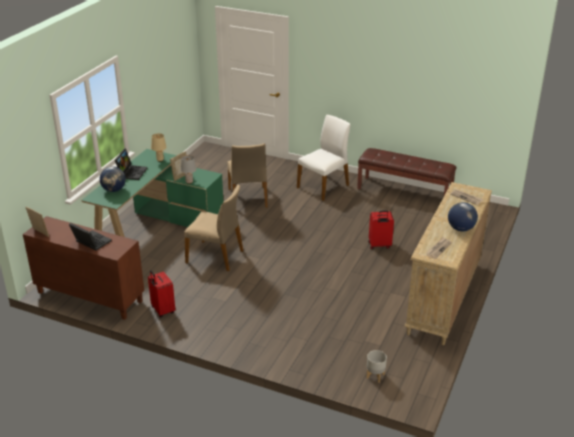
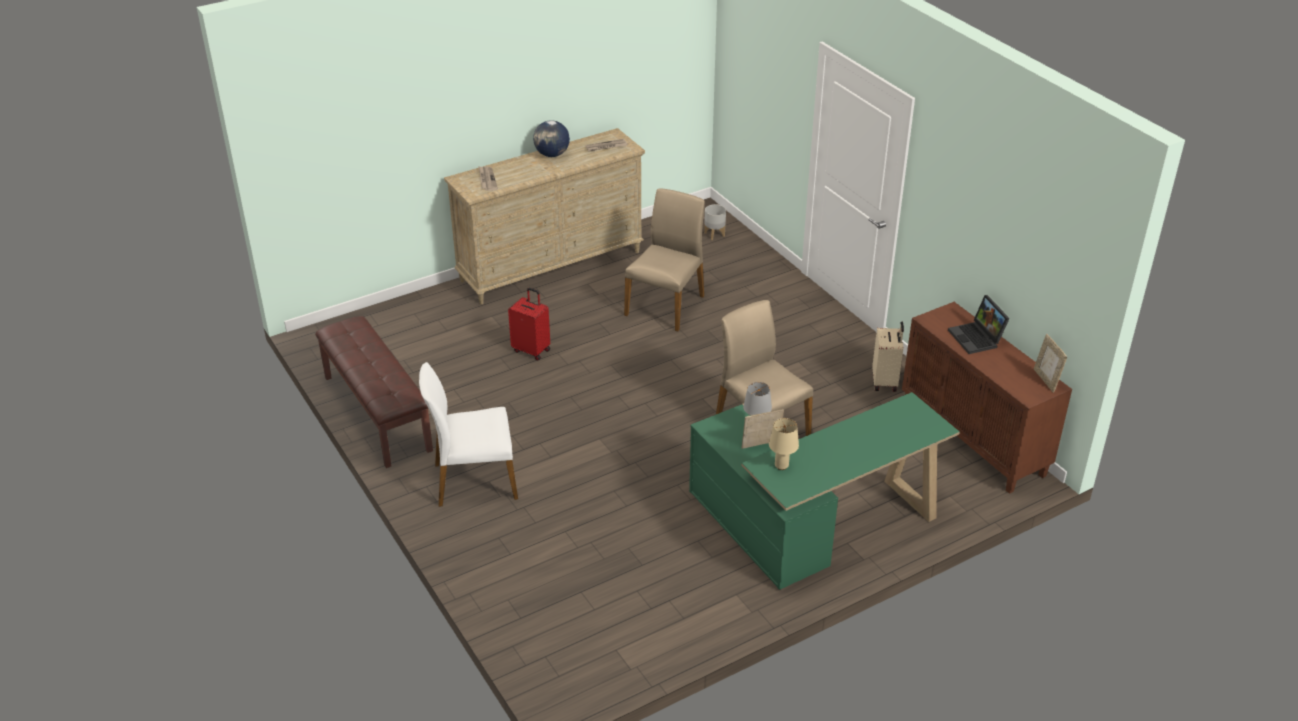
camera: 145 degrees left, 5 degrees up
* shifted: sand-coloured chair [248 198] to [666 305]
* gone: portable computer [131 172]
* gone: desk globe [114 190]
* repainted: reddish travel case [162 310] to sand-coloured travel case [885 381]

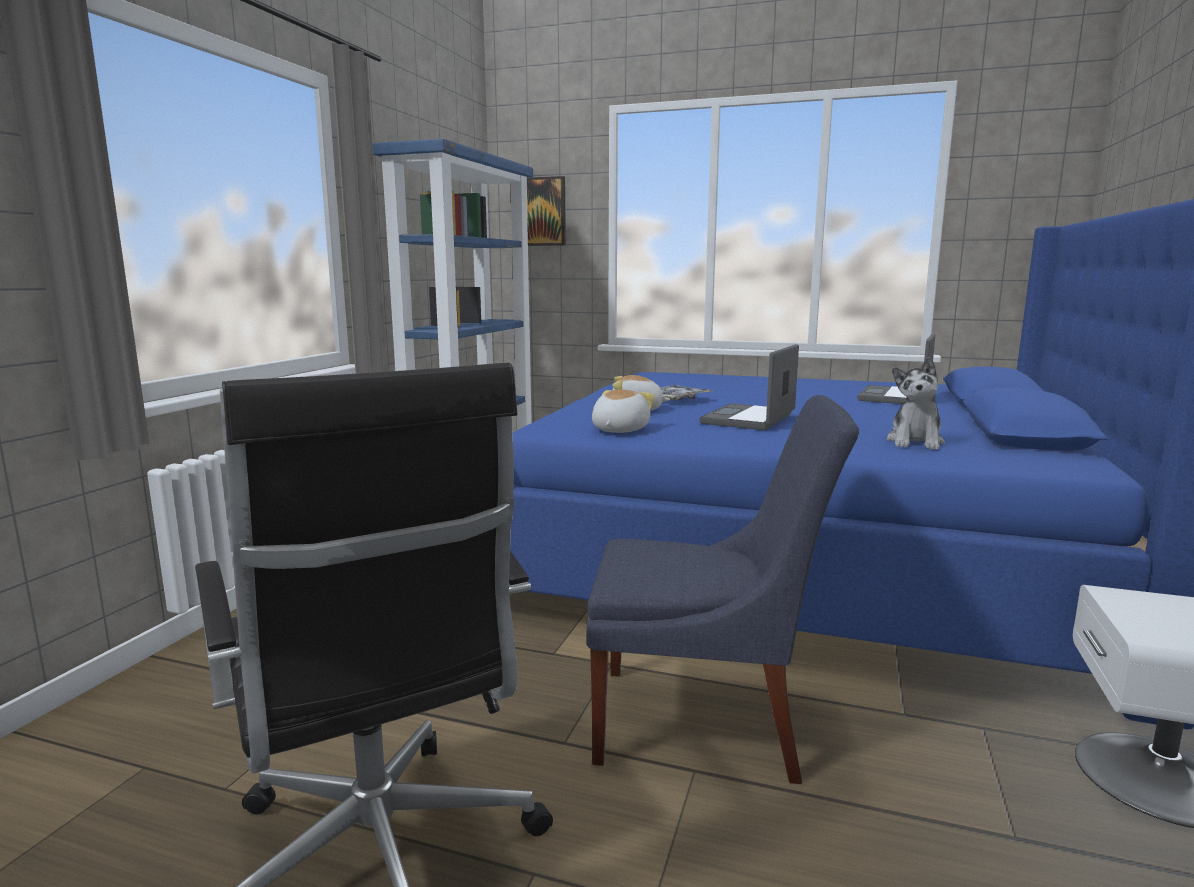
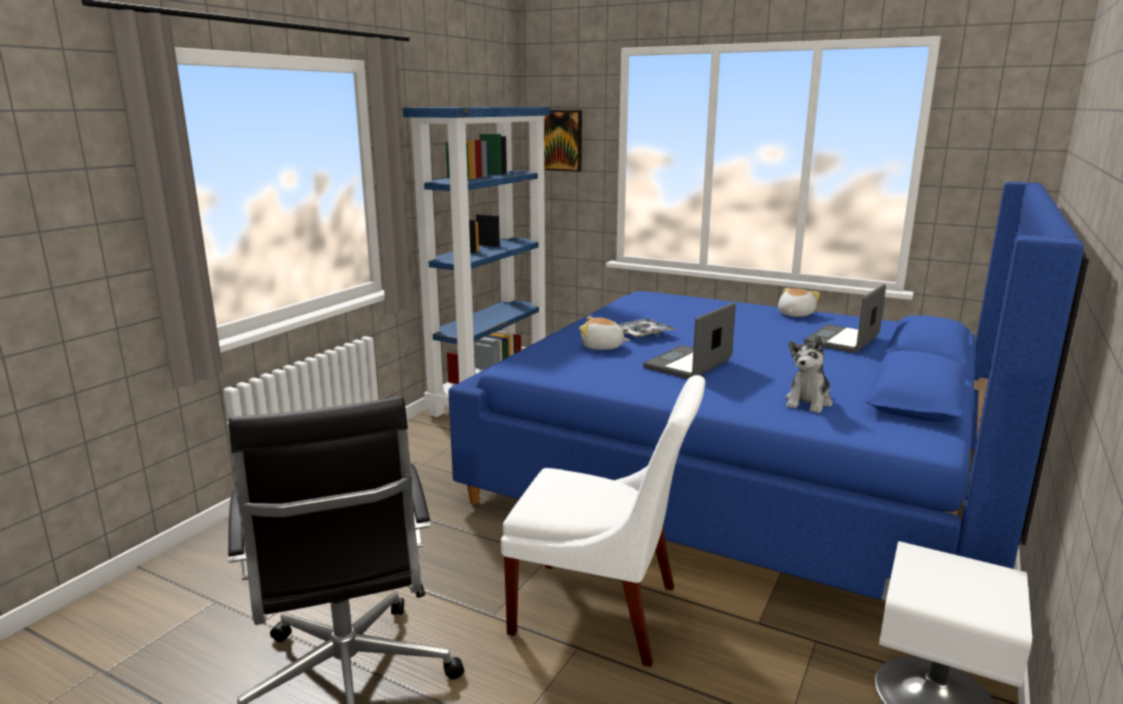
camera: 10 degrees right, 5 degrees up
* shifted: plush toy [618 430] to [794 314]
* repainted: blue-coloured chair [707 722] to white-coloured chair [602 612]

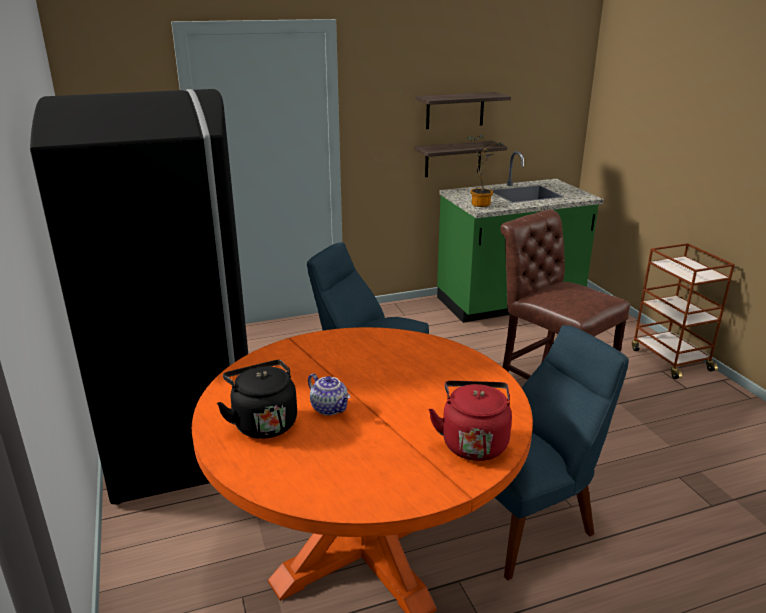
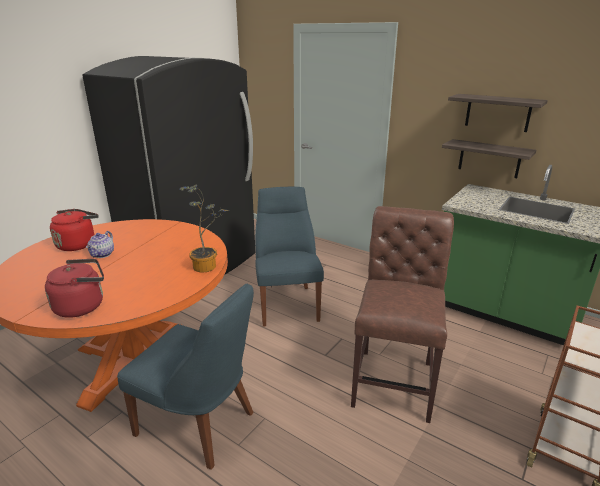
camera: 55 degrees right, 0 degrees up
* shifted: houseplant [481 203] to [208 266]
* repainted: blackish tea kettle [263 422] to reddish tea kettle [78 244]

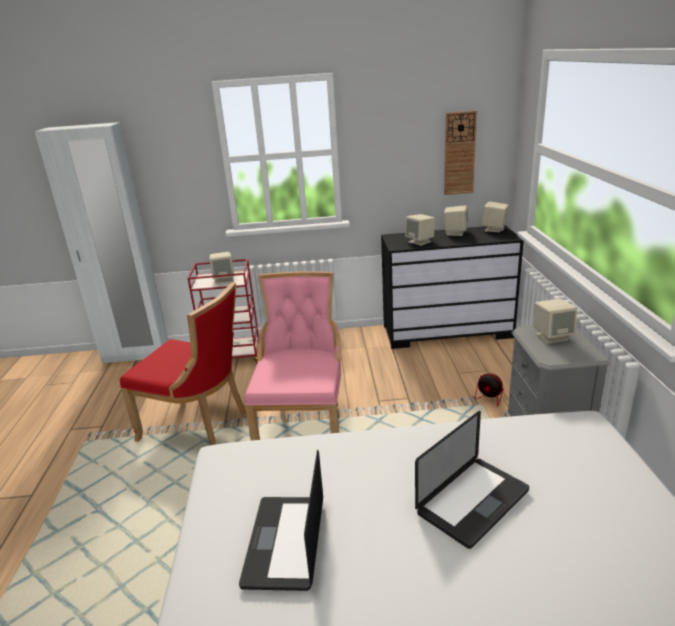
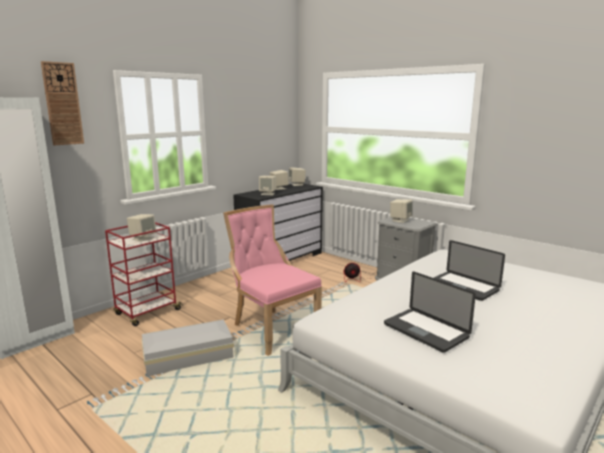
camera: 45 degrees left, 10 degrees down
* shifted: wall clock [459 153] to [62 104]
* swapped: reddish chair [199 425] to white-coloured storage box [190 356]
* rotated: portable computer [473 502] = [463 287] 135 degrees clockwise

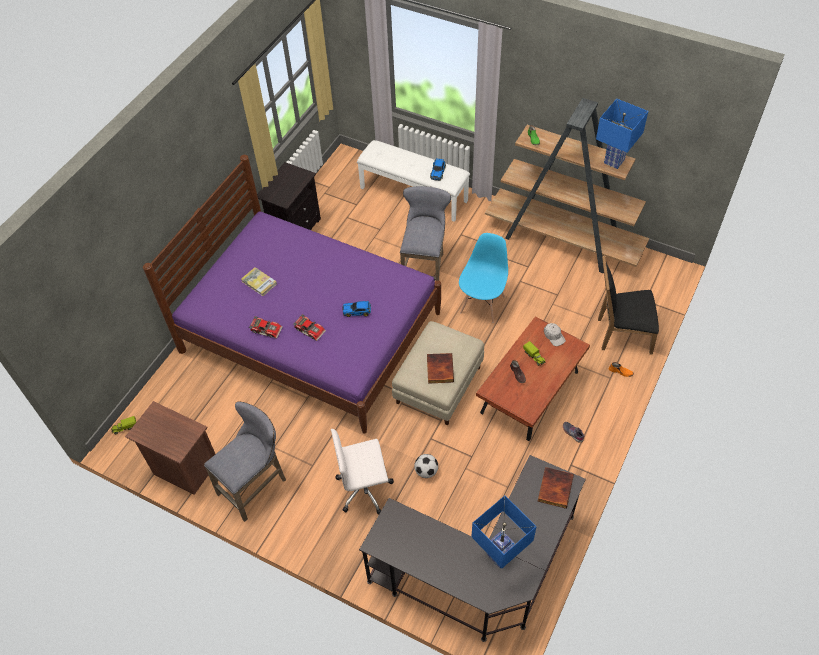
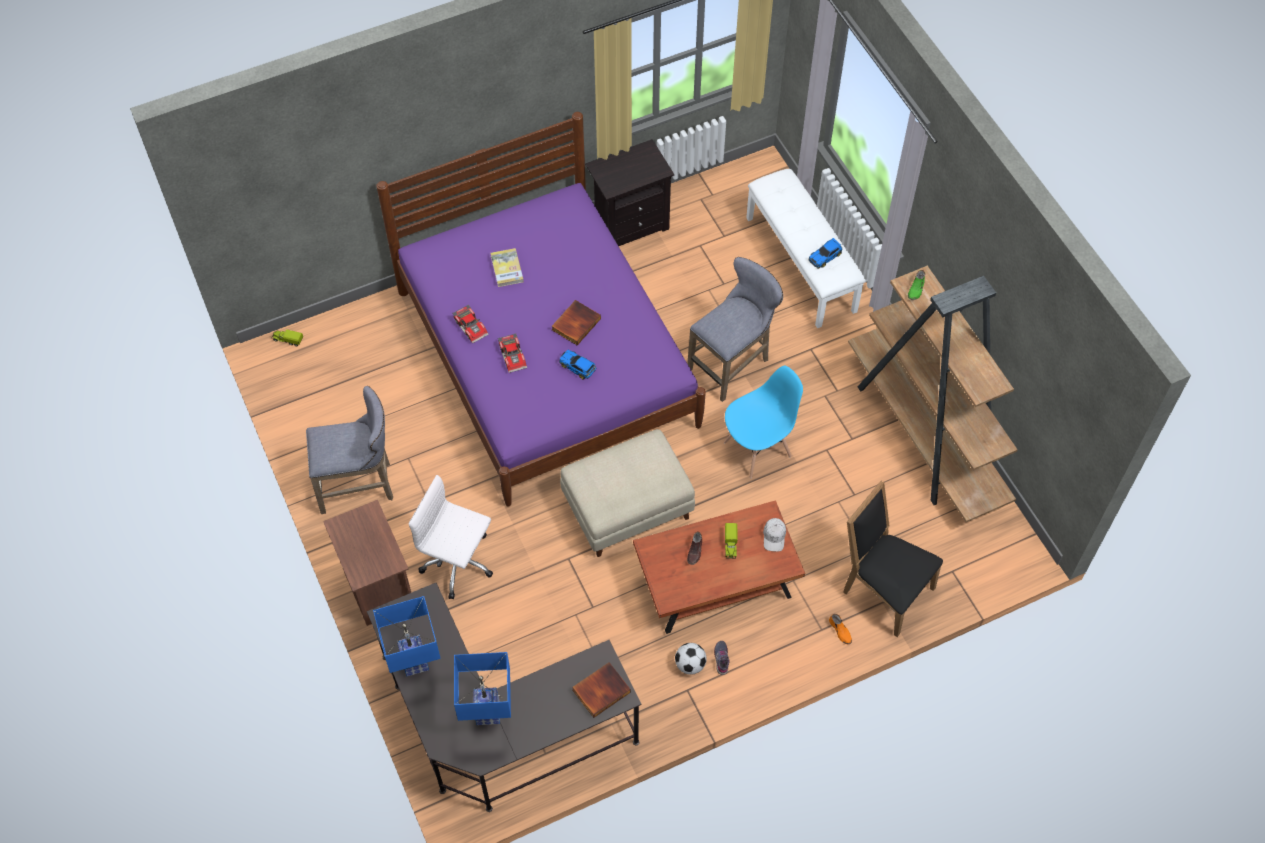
camera: 35 degrees right, 5 degrees up
* shifted: blue-coloured tabletop lamp [614 161] to [415 663]
* shifted: bound book [439 369] to [575 323]
* shifted: brown nightstand [184 469] to [378 589]
* shifted: football ball [426 471] to [690 664]

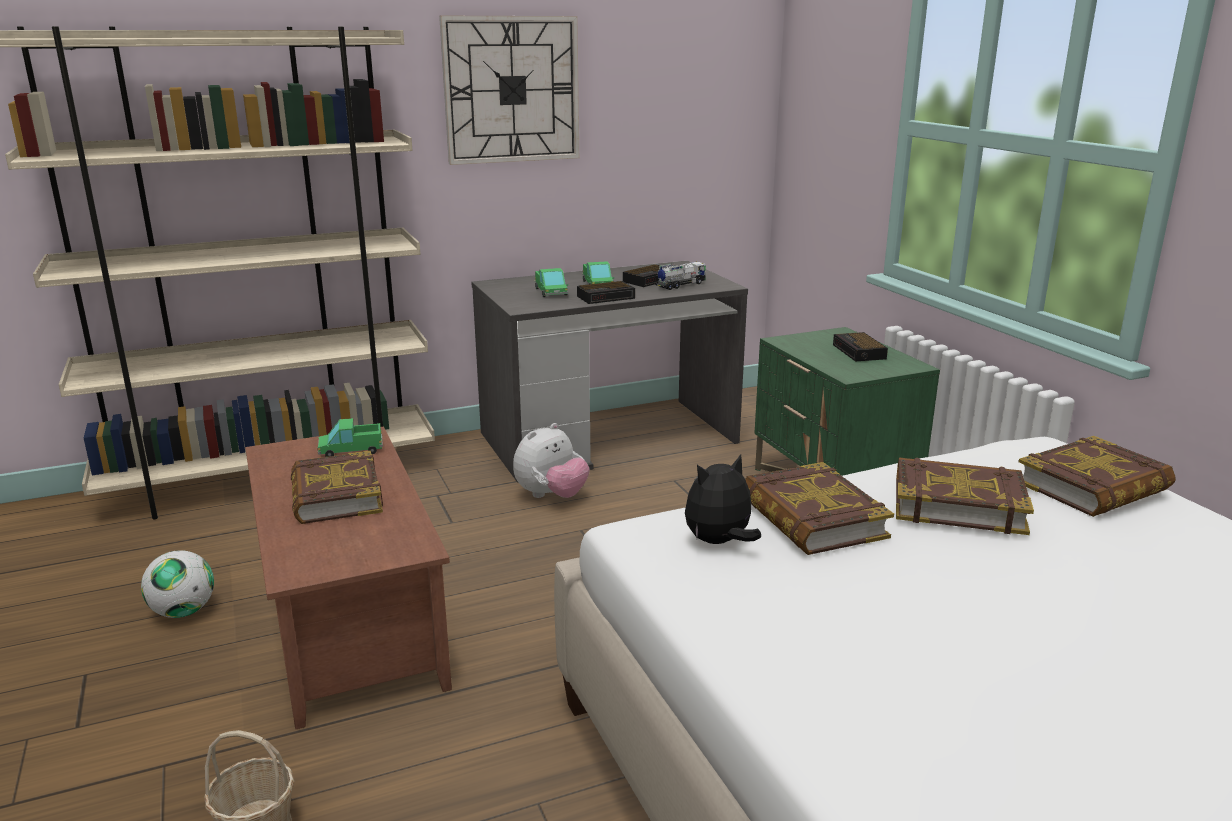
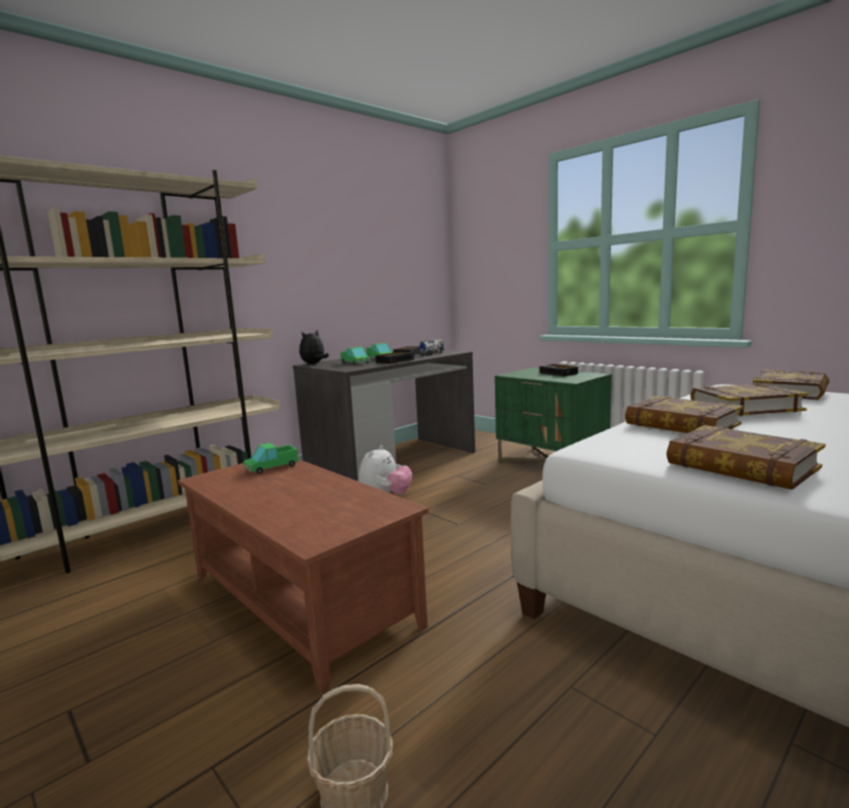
camera: 20 degrees left, 10 degrees down
* gone: wall clock [511 90]
* shifted: bound book [336 496] to [741 466]
* shifted: plush toy [719 542] to [314 364]
* gone: football ball [183 612]

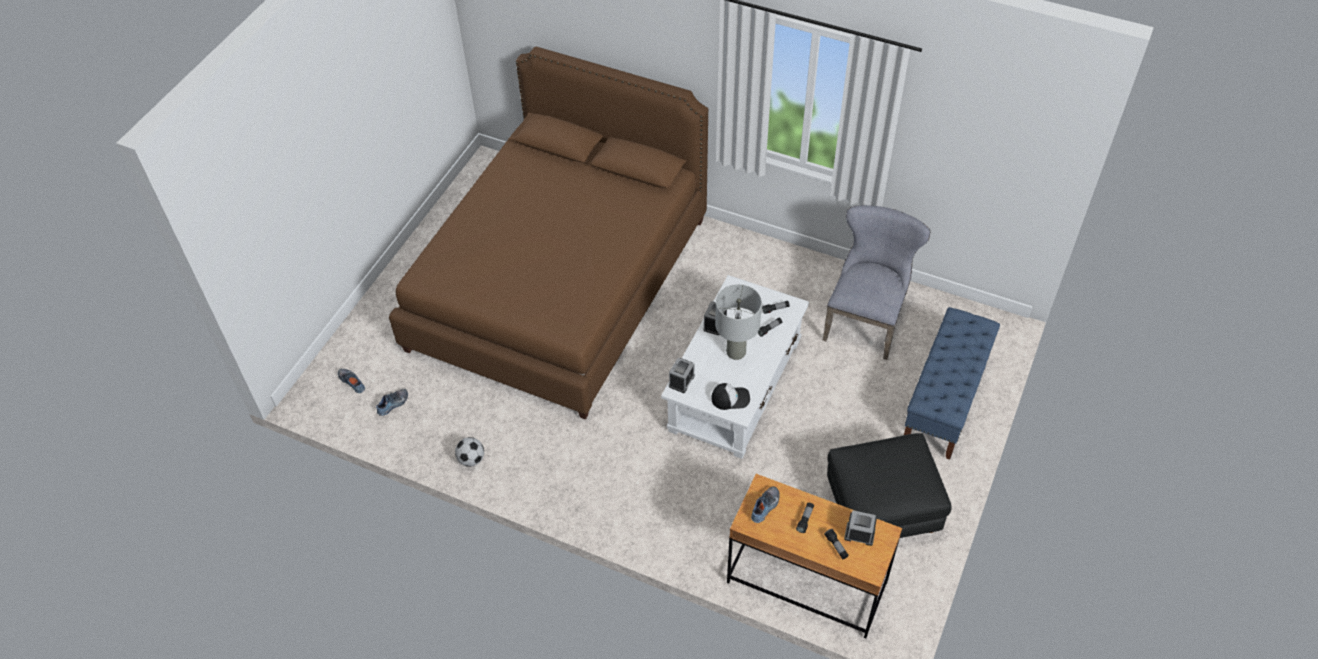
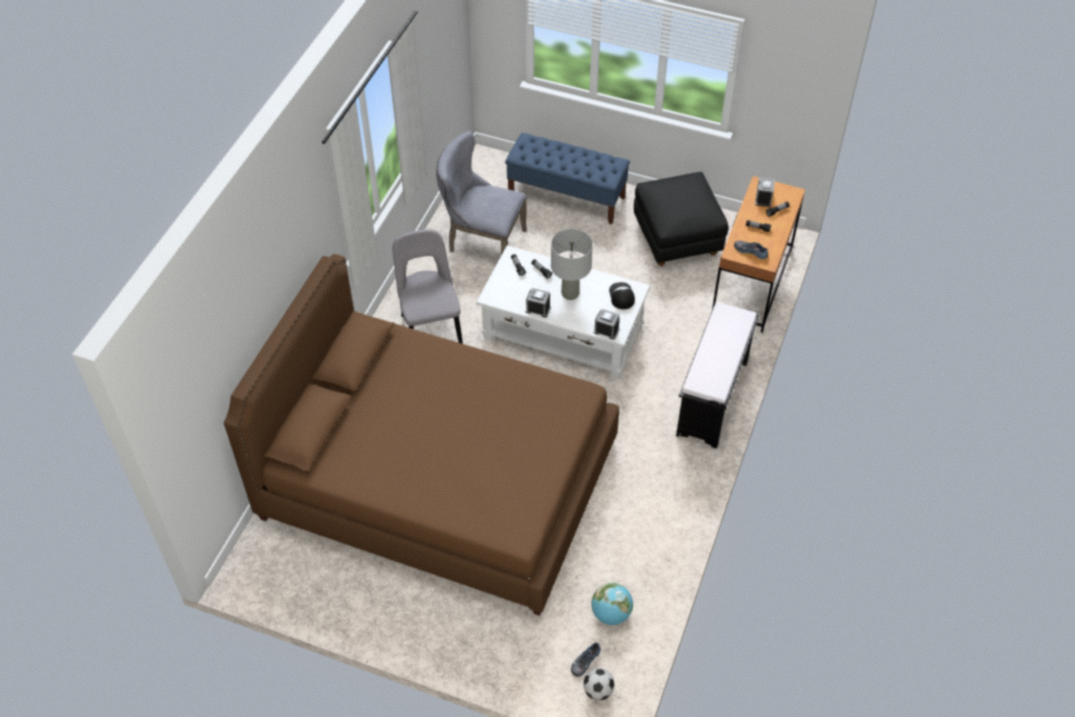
camera: 95 degrees left, 0 degrees up
* swapped: item of footwear [393 404] to desk globe [611 614]
* shifted: football ball [471 459] to [598 691]
* new: greyish chair [430 331]
* new: blackish bench [712 399]

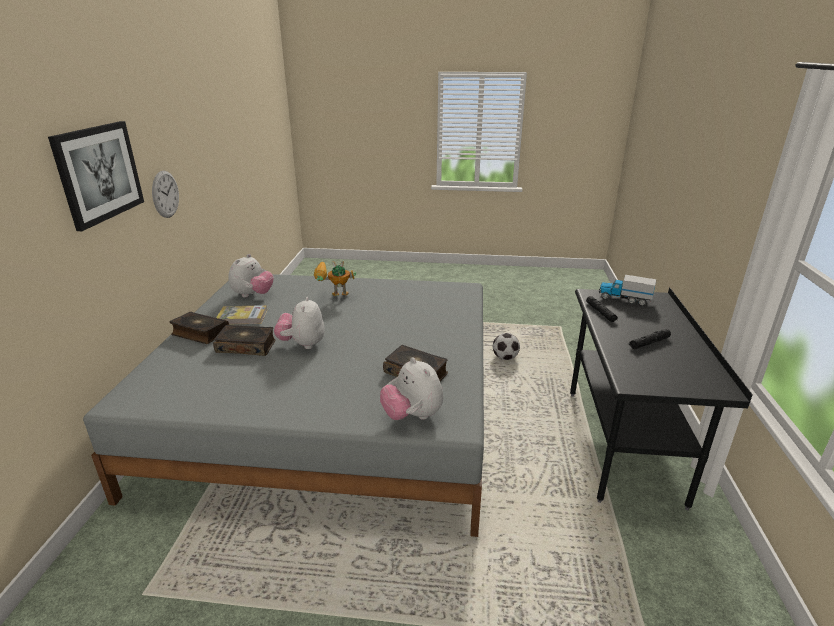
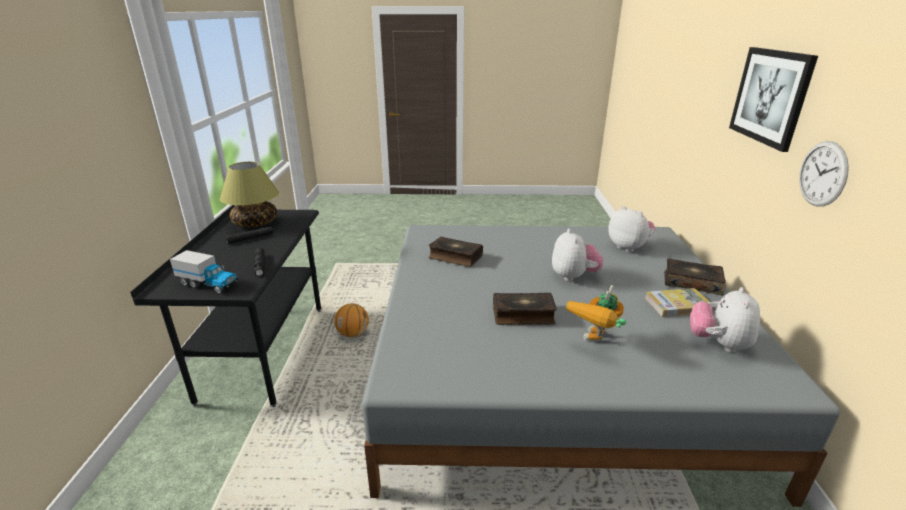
camera: 175 degrees right, 0 degrees up
* rotated: toy robot [333 298] = [595 343] 135 degrees clockwise
* shifted: bound book [246 346] to [523 315]
* gone: football ball [505 358]
* shifted: plush toy [412 416] to [628 247]
* new: tabletop lamp [256 223]
* new: ball for basketball [353 333]

